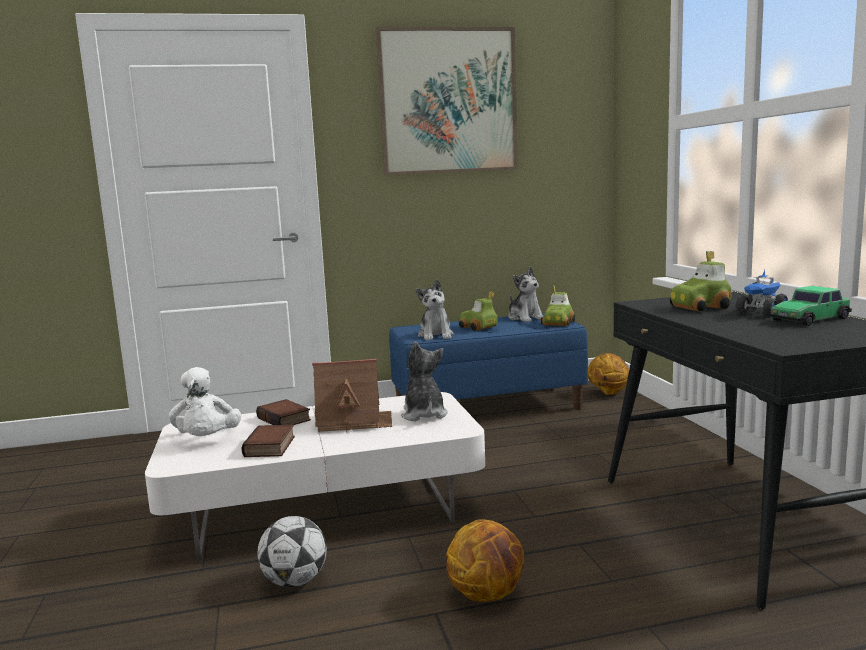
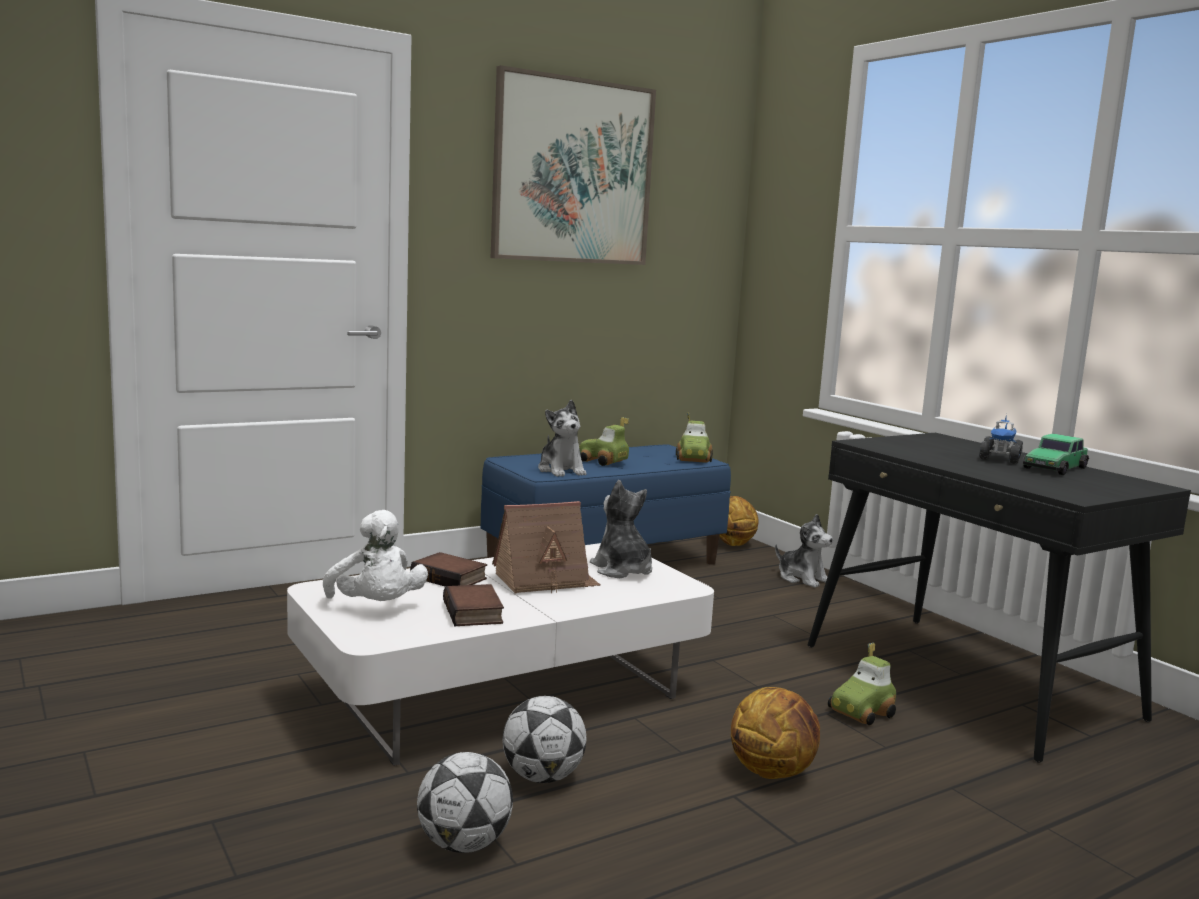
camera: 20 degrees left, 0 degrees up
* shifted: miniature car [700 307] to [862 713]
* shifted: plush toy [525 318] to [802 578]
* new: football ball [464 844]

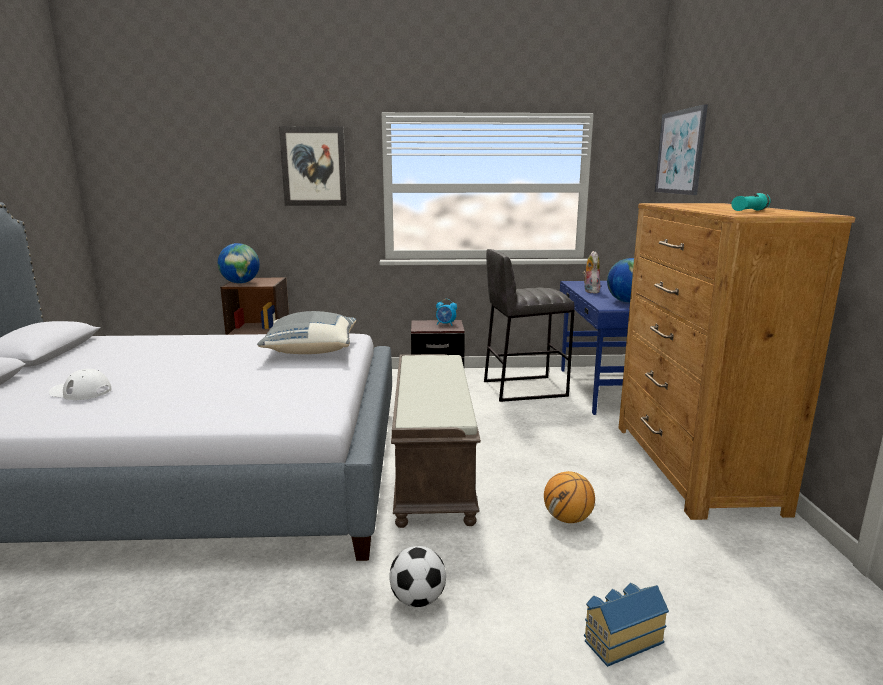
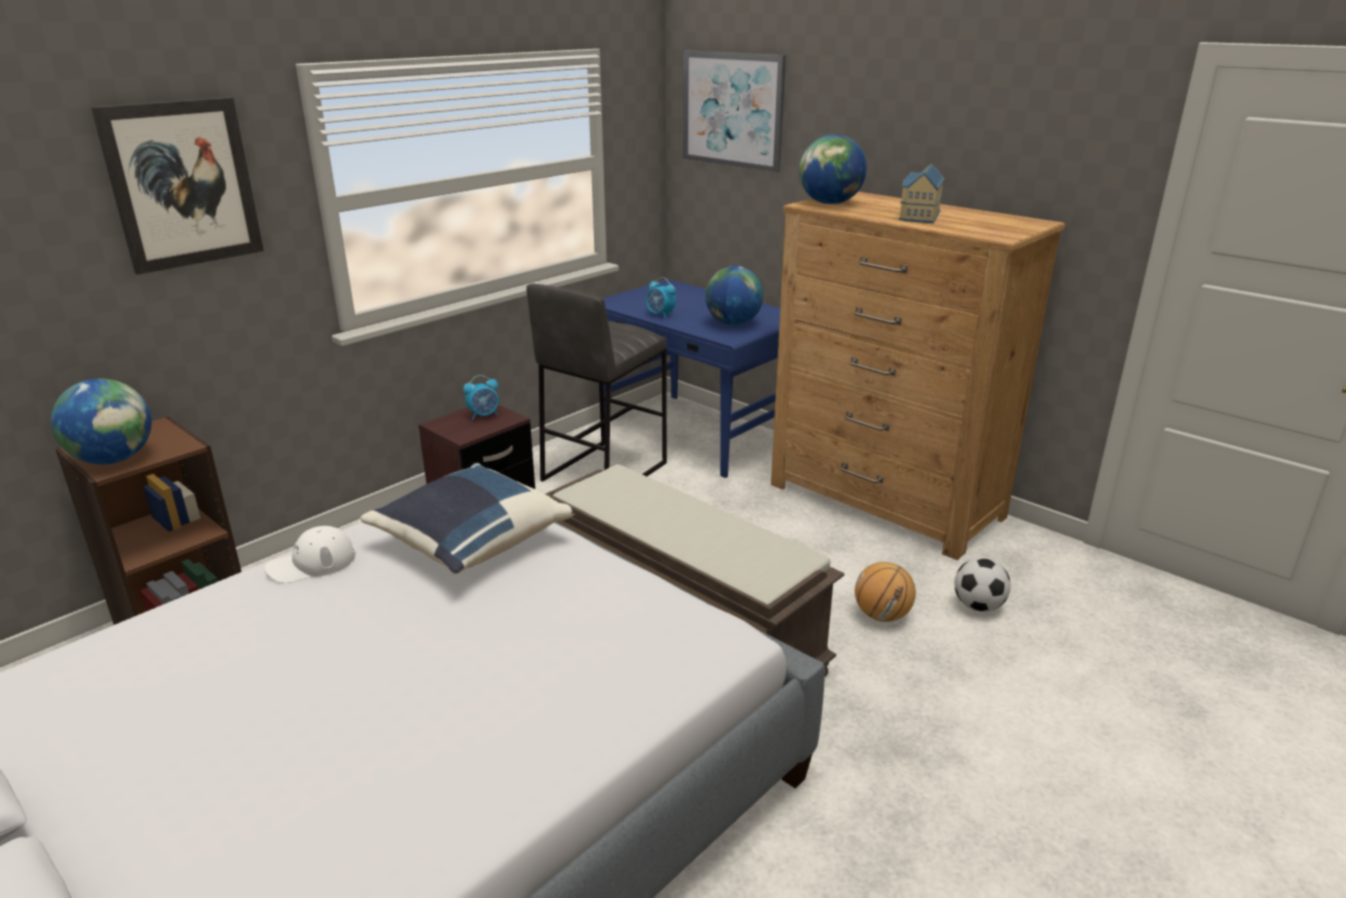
camera: 45 degrees left, 10 degrees up
* gone: blue-green flashlight [749 211]
* swapped: plush toy [590 291] to bedside clock [660 315]
* repainted: greyish cushion [310 350] to blue-coloured cushion [470 543]
* shifted: white-coloured baseball cap [81 392] to [311 563]
* shifted: football ball [418 600] to [978 606]
* shifted: toy house [620 639] to [918 216]
* new: desk globe [830 203]

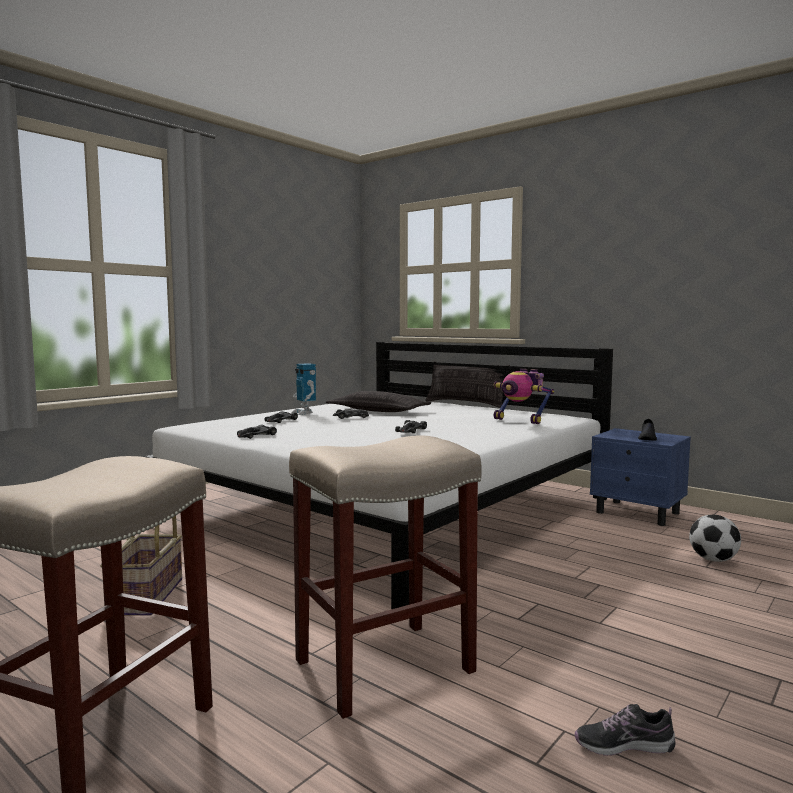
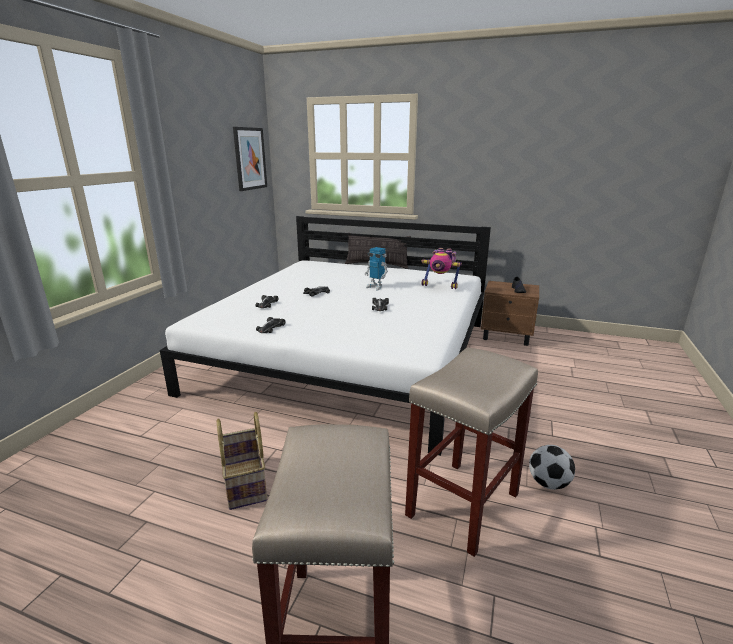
camera: 20 degrees left, 15 degrees up
* shifted: toy robot [304 413] to [376 287]
* gone: cushion [378 411]
* repainted: blue-coloured nightstand [638 513] to brown nightstand [507 336]
* shifted: football ball [713 560] to [548 483]
* gone: item of footwear [623 745]
* new: picture [250 158]

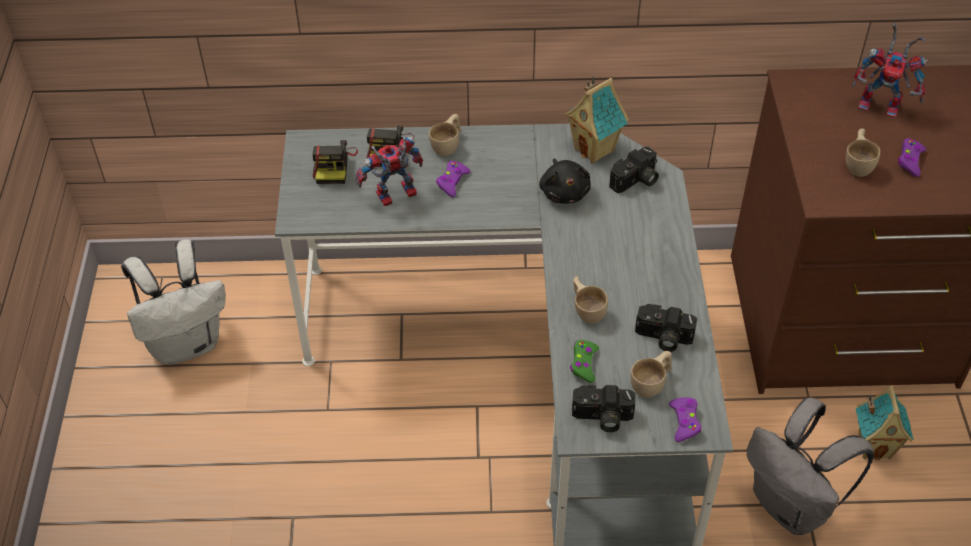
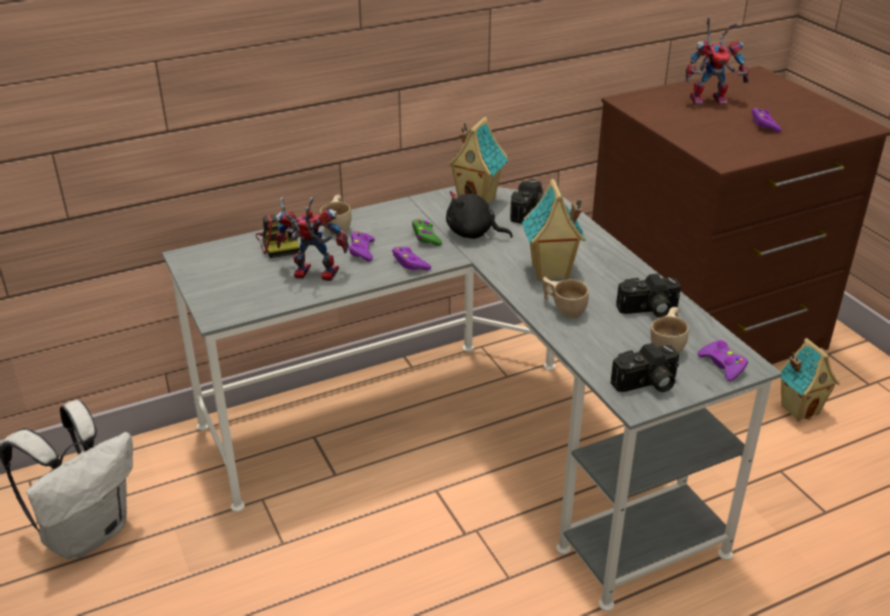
camera: 25 degrees left, 15 degrees down
* gone: sand-coloured small cup [859 164]
* rotated: toy robot [394 197] = [311 274] 60 degrees clockwise
* gone: still camera [333 165]
* rotated: blackish plush toy [564 191] = [473 233] 150 degrees clockwise
* shifted: green gamepad [584 364] to [426 237]
* gone: greyish knapsack [792 507]
* new: toy house [550 272]
* new: purplish gamepad [410 264]

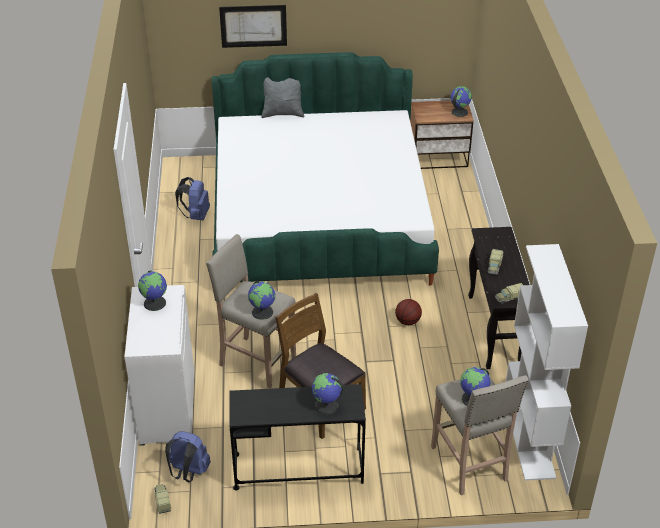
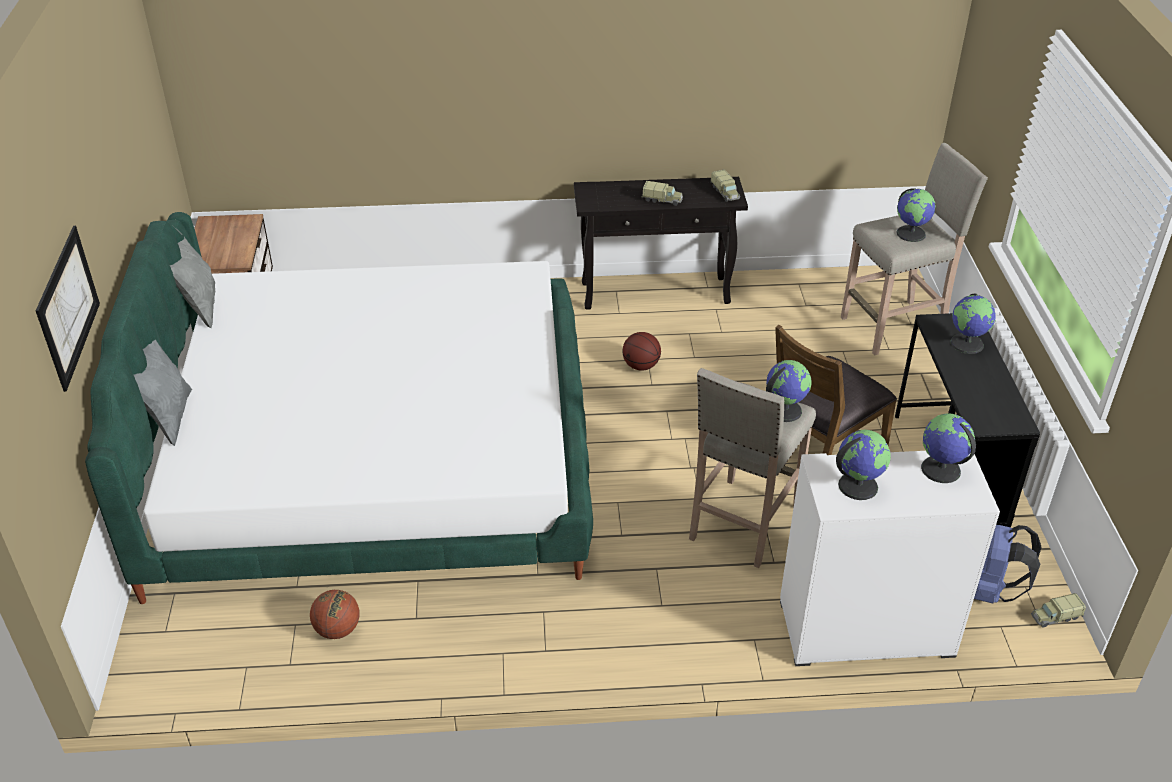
camera: 90 degrees left, 0 degrees up
* shifted: desk globe [459 112] to [940 470]
* swapped: blue-coloured knapsack [195 215] to ball for basketball [337 630]
* gone: white-coloured bookshelf [529 436]
* new: greyish cushion [199 307]

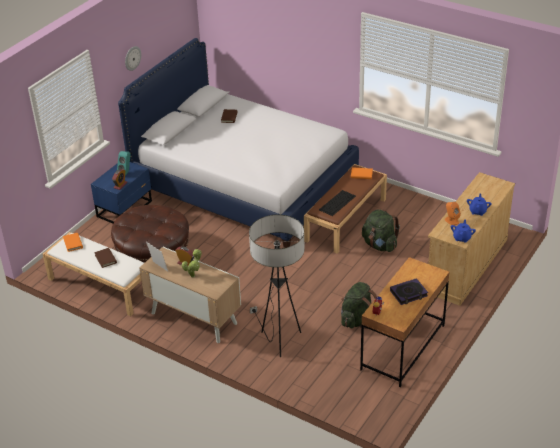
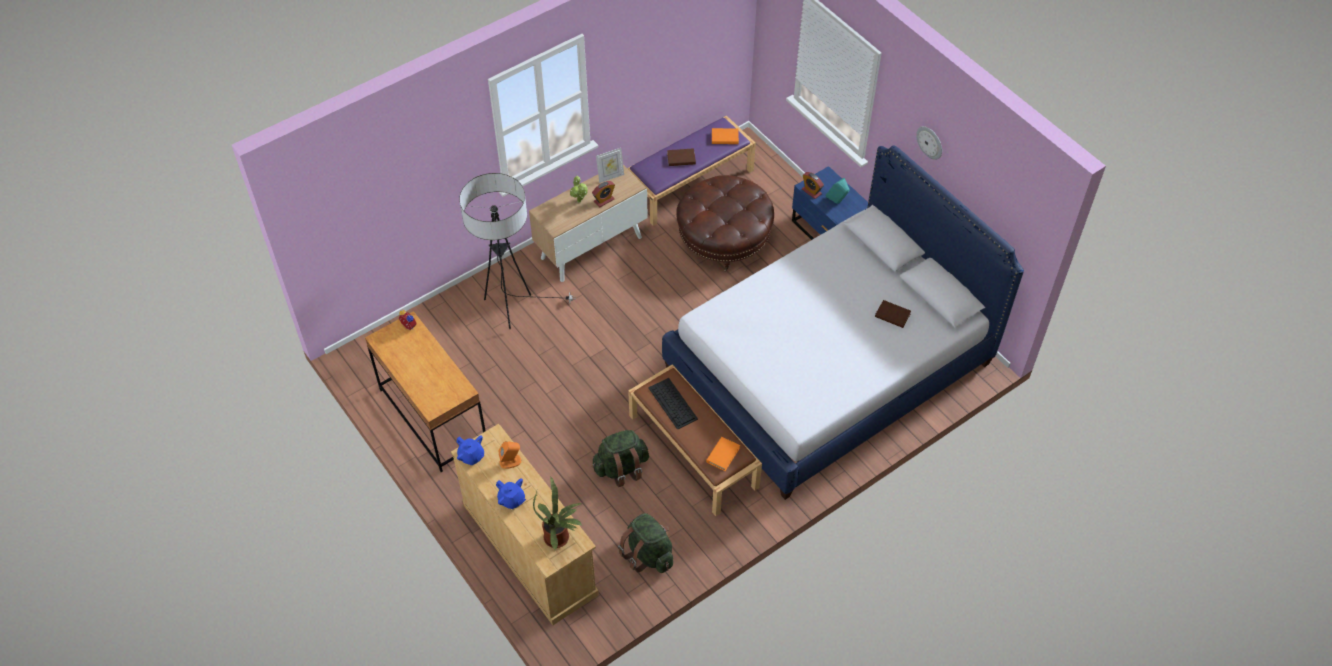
camera: 110 degrees right, 15 degrees up
* repainted: white-coloured bench [100 285] to purplish bench [690 183]
* gone: bound book [408 294]
* shifted: green knapsack [357 319] to [648 554]
* new: houseplant [559 537]

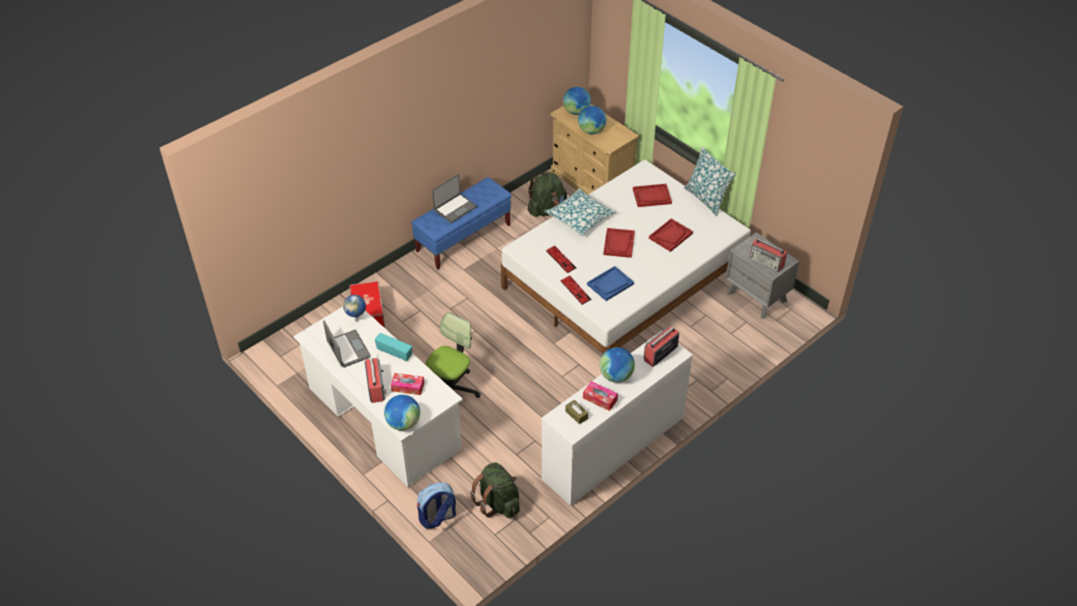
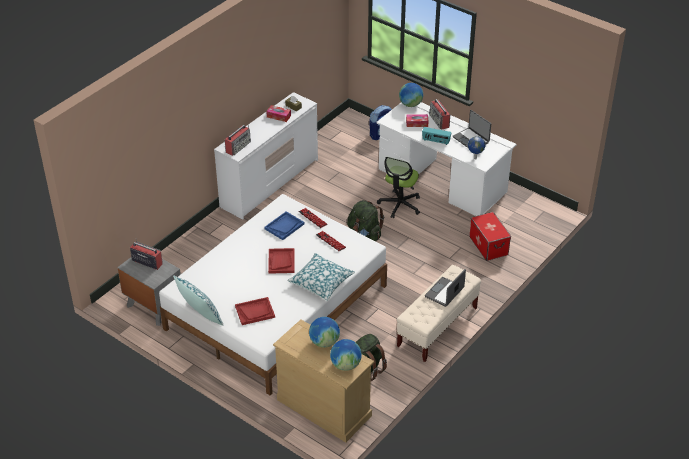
camera: 170 degrees right, 5 degrees down
* repainted: blue-coloured bench [463 238] to sand-coloured bench [437 327]
* gone: reddish serving tray [670 236]
* gone: desk globe [616 376]
* shifted: green knapsack [498 502] to [365 234]

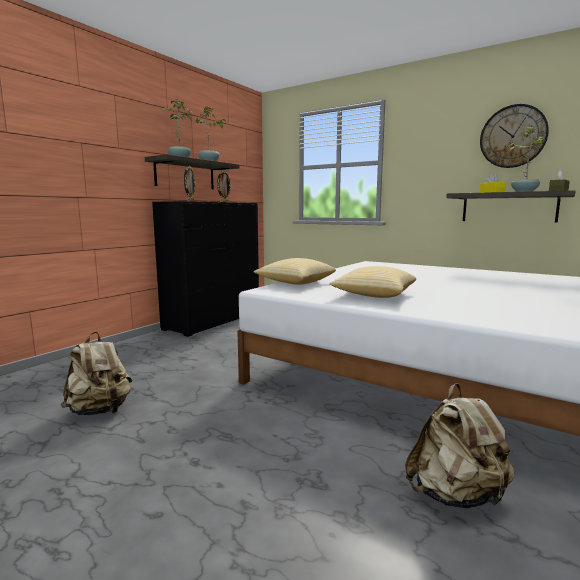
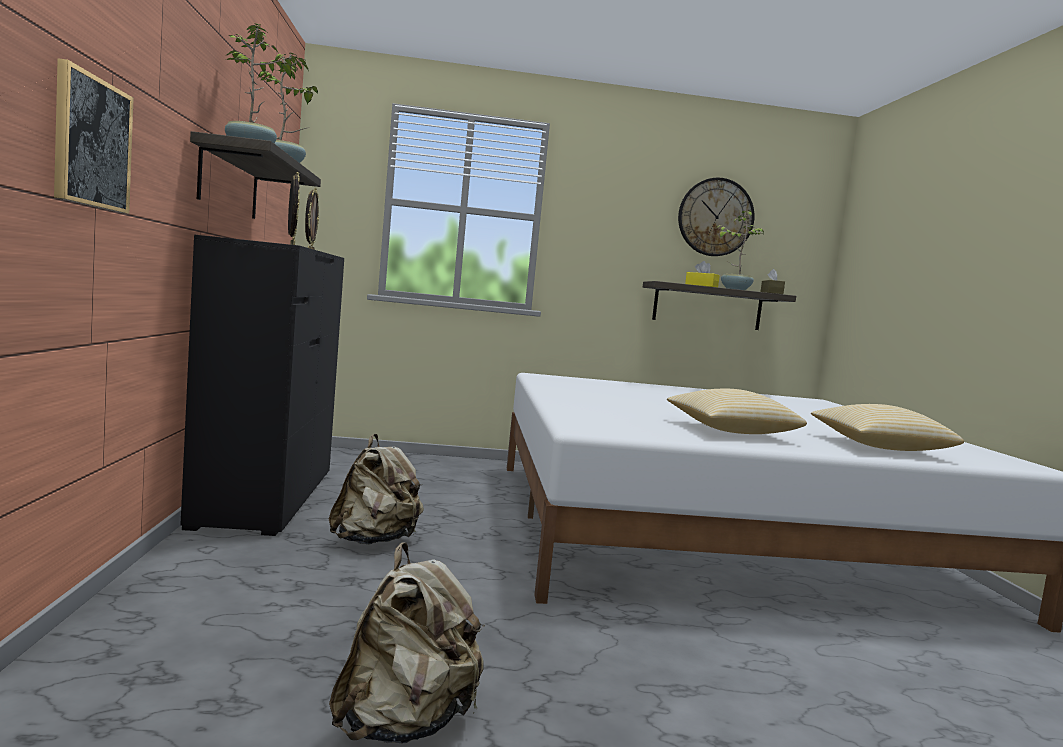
camera: 40 degrees left, 5 degrees down
* shifted: cushion [295 283] to [878 447]
* shifted: sand-coloured knapsack [455 495] to [375 541]
* new: picture [92 143]

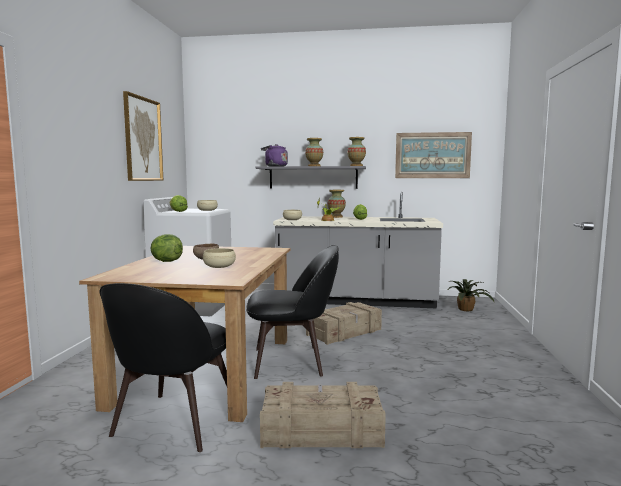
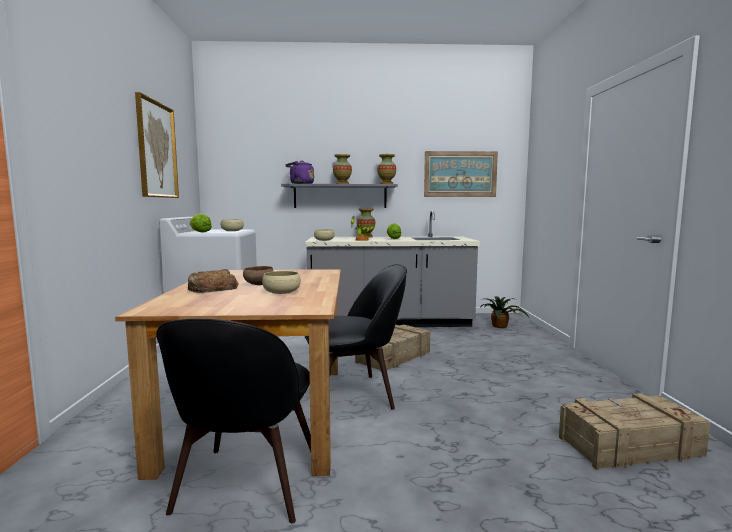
camera: 10 degrees left, 0 degrees up
* swapped: lettuce [166 261] to bread [212 288]
* shifted: packing crate [320 431] to [628 446]

